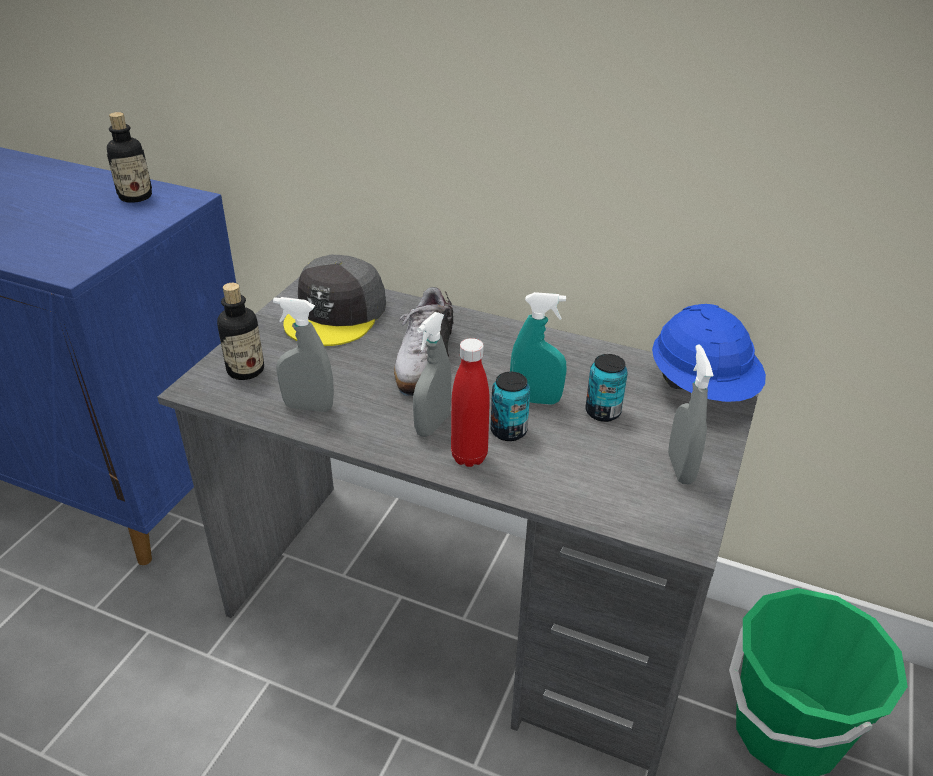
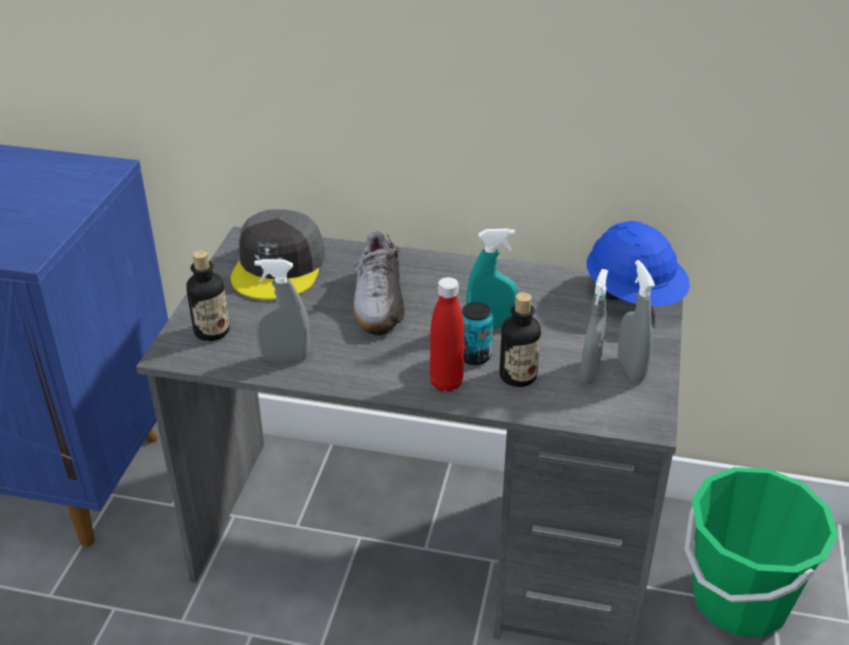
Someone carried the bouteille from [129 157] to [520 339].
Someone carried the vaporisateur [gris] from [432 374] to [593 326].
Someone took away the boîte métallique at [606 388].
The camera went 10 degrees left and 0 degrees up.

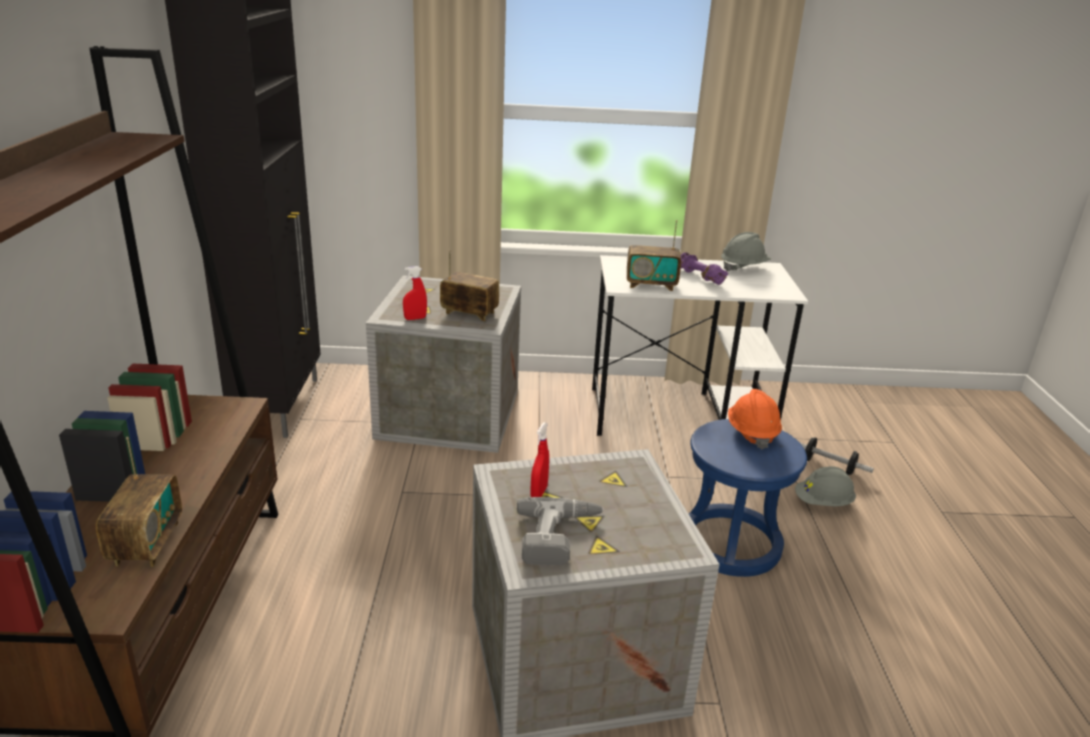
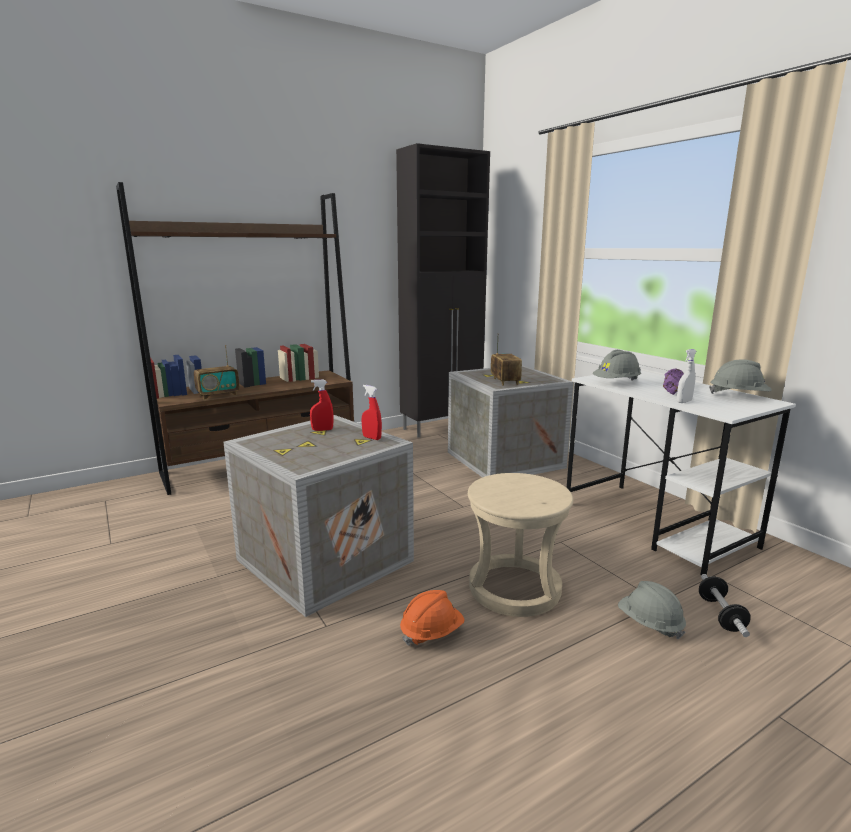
Someone carried the vaporisateur [rouge] from [415 293] to [372 412].
Someone took away the perceuse at [561 531].
Someone swapped the radio at [654 255] for the casque de chantier [gris] at [617 365].
Someone repainted the tabouret [bleu] at [748 498], which became the tabouret [beige] at [520 545].
Someone carried the casque de chantier [orange] from [755 419] to [432 618].
Someone put down the vaporisateur [blanc] at [687 376].
The camera went 60 degrees right and 10 degrees down.

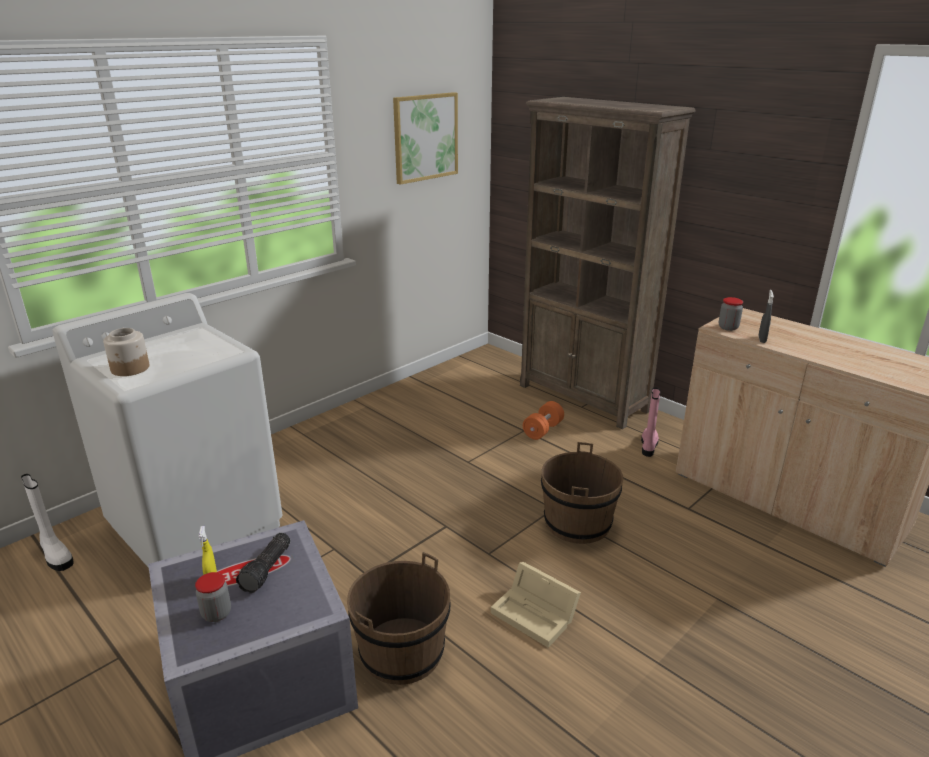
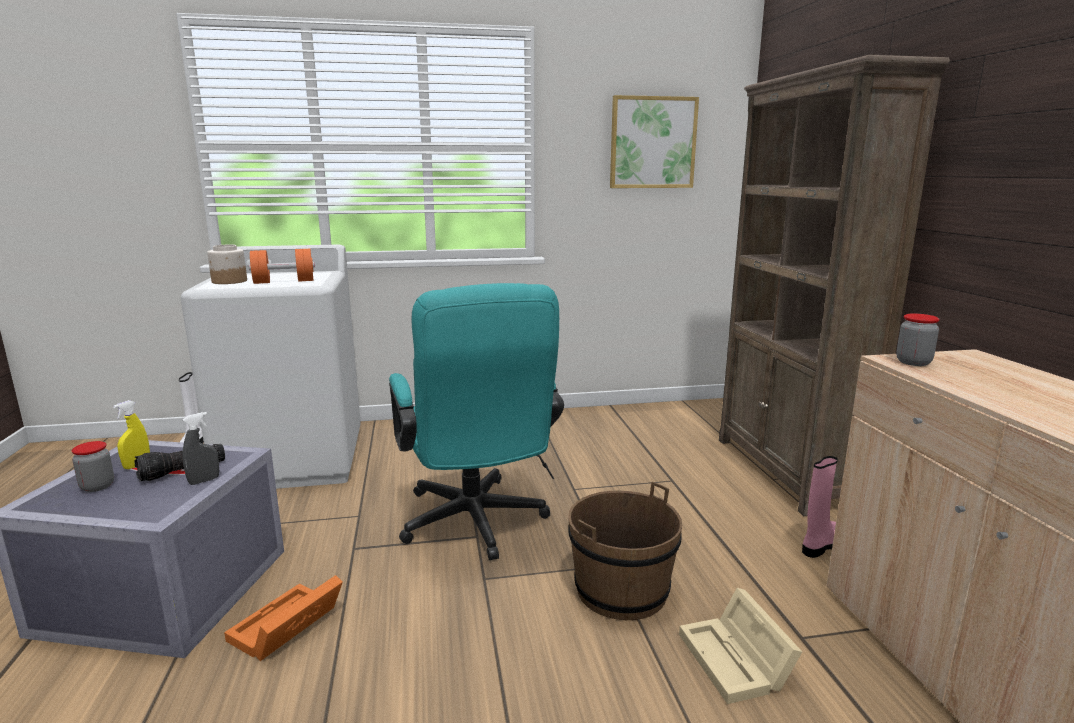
Someone swapped the seau [marron] at [399 618] for the boîte de rangement [orange] at [283 618].
Someone carried the boîte de rangement [beige] from [536 605] to [740 646].
Someone carried the haltère [orange] from [543 420] to [282 266].
Someone carried the vaporisateur [gris] from [766 316] to [200 448].
Someone put down the chaise de bureau [turquoise] at [476 421].
The camera went 35 degrees right and 10 degrees down.

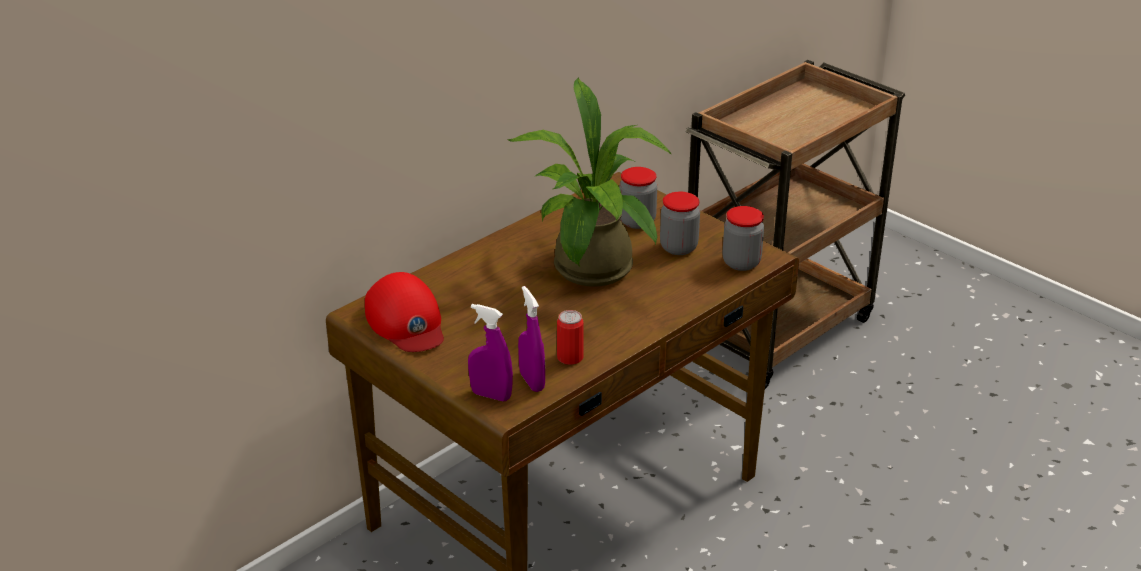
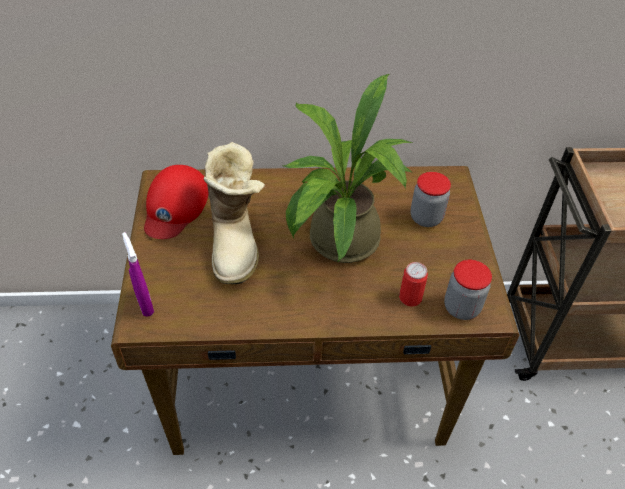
Someone took away the vaporisateur [violet] at [531 339].
Someone carried the boîte métallique from [570 337] to [413 284].
Someone took away the bocal at [680 223].
Someone put down the botte at [234 213].
The camera went 40 degrees right and 15 degrees up.

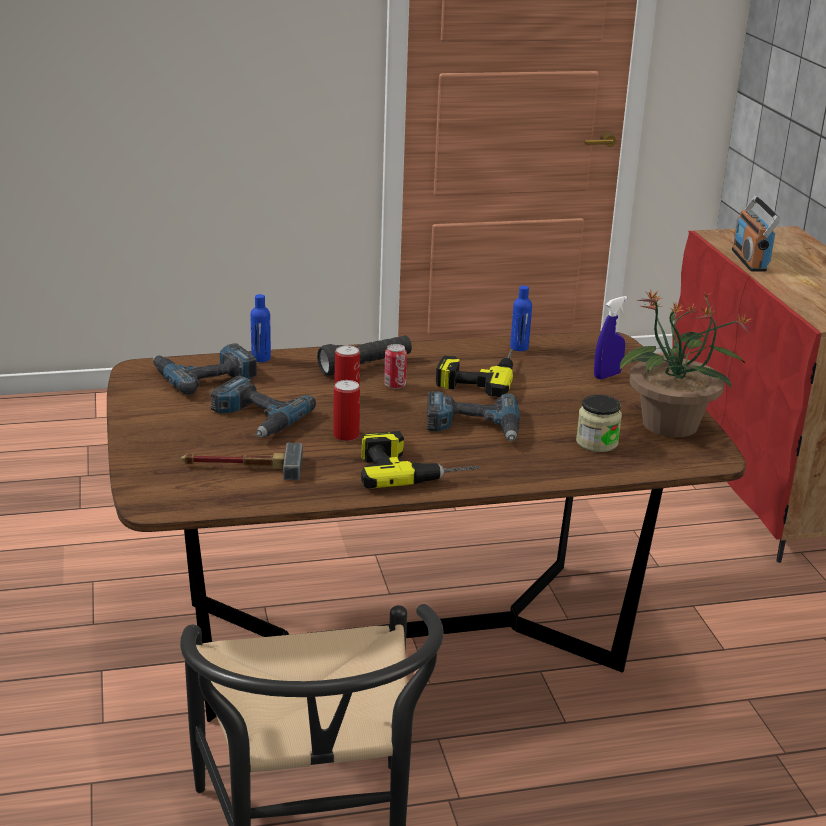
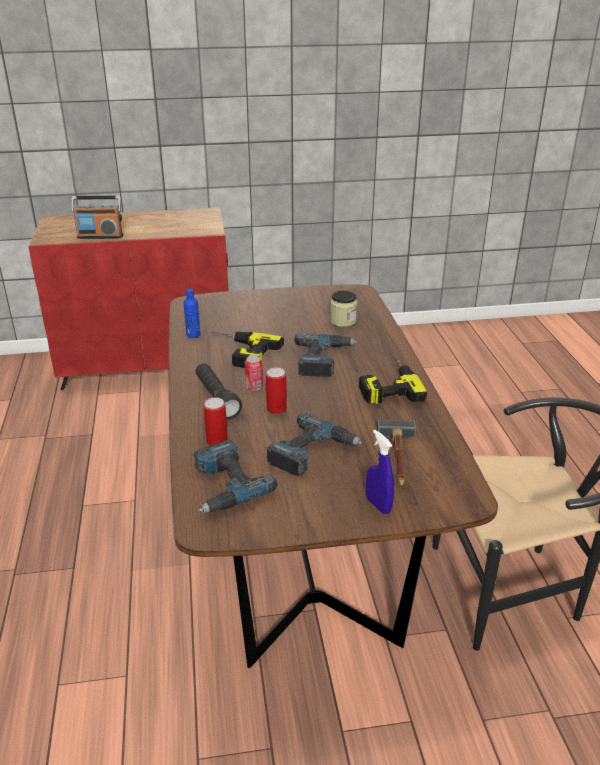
Someone took away the bouteille [bleu] at [261 328].
Someone carried the boîte métallique from [346 410] to [216 421].
Someone carried the vaporisateur [bleu] from [610 337] to [380 472].
Someone took away the plante en pot at [685 364].
The camera went 85 degrees left and 5 degrees up.

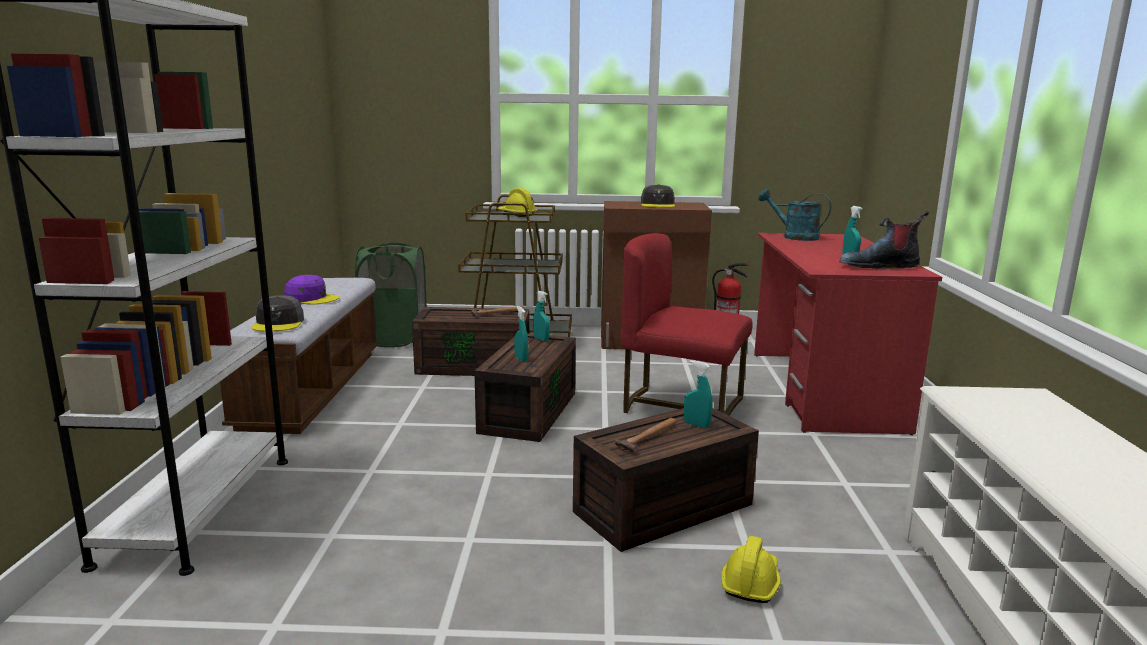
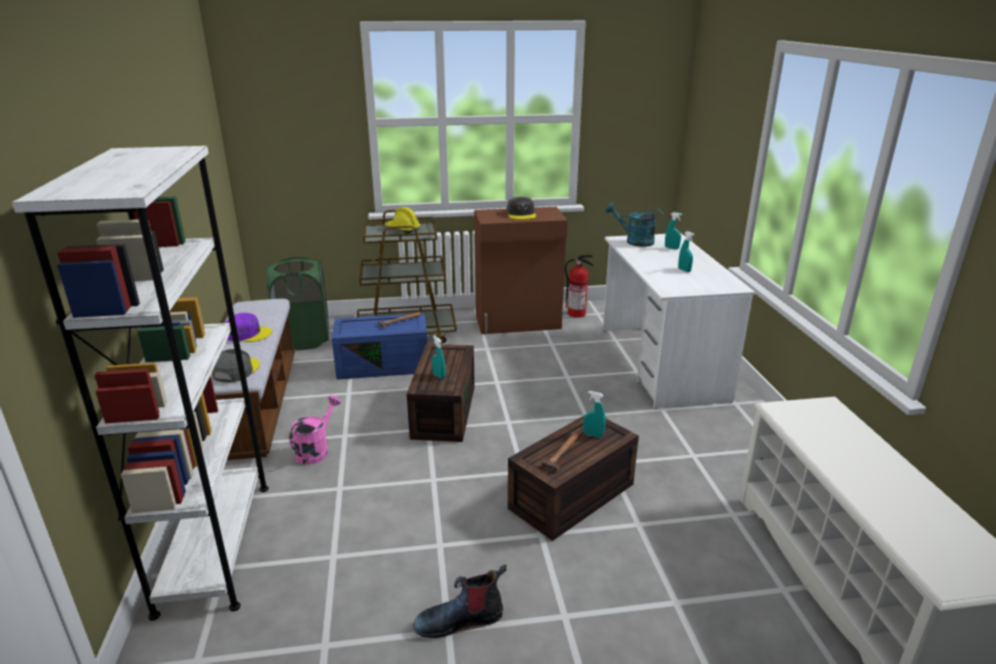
Someone rotated the casquette [gris] at [278 313] by 150 degrees counterclockwise.
Someone repainted the boîte de rangement [marron] at [471 341], which became the boîte de rangement [bleu] at [379 346].
Someone carried the vaporisateur [turquoise] from [541 316] to [673 230].
Someone took away the chaise [rouge] at [686 324].
Someone took away the casque de chantier [jaune] at [751 569].
Someone repainted the bureau [rouge] at [848 334], which became the bureau [blanc] at [679 321].
Someone carried the botte from [884 240] to [460 601].
Someone put down the arrosoir [rose] at [315 430].
The camera went 10 degrees left and 10 degrees up.

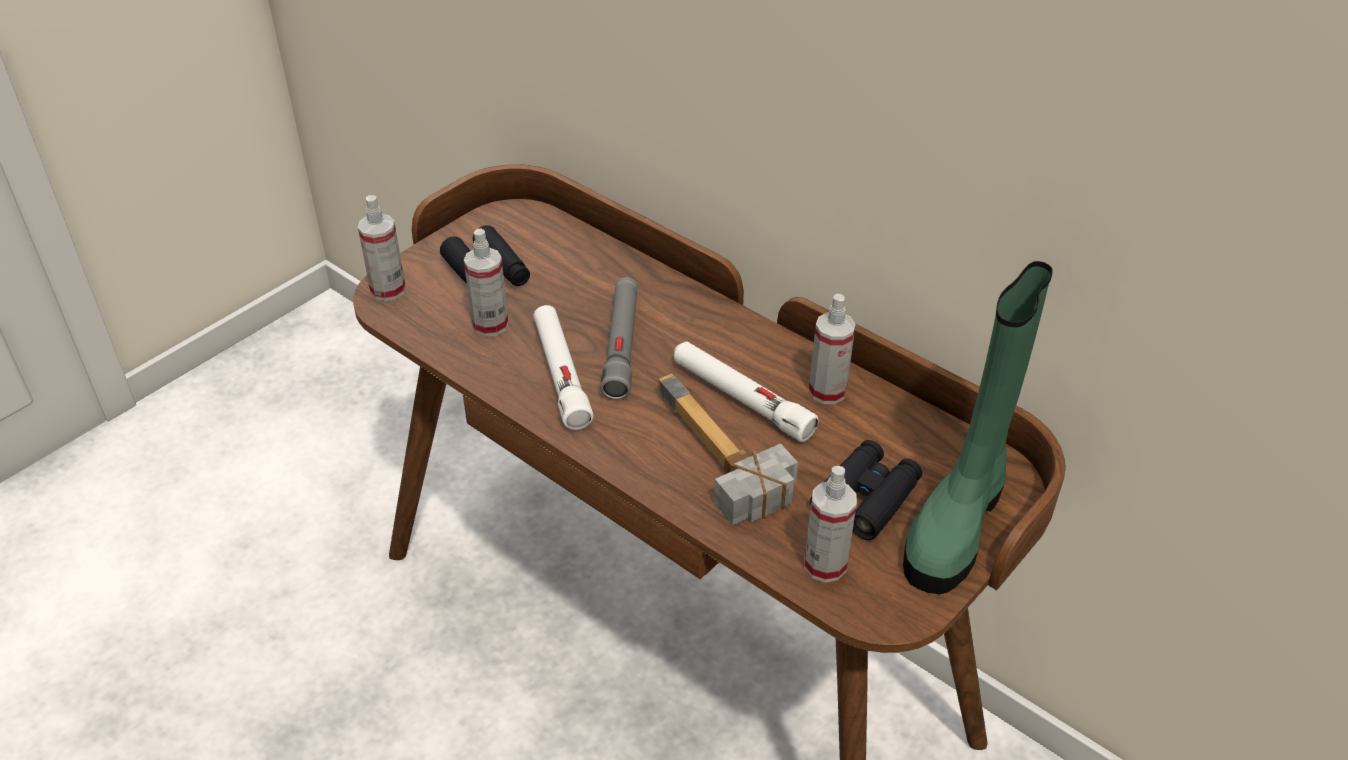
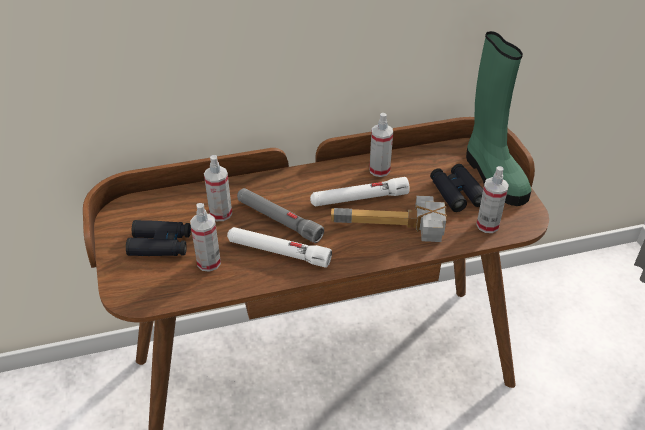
Someone carried the vaporisateur from [382 248] to [218 188].
The camera went 55 degrees left and 0 degrees up.

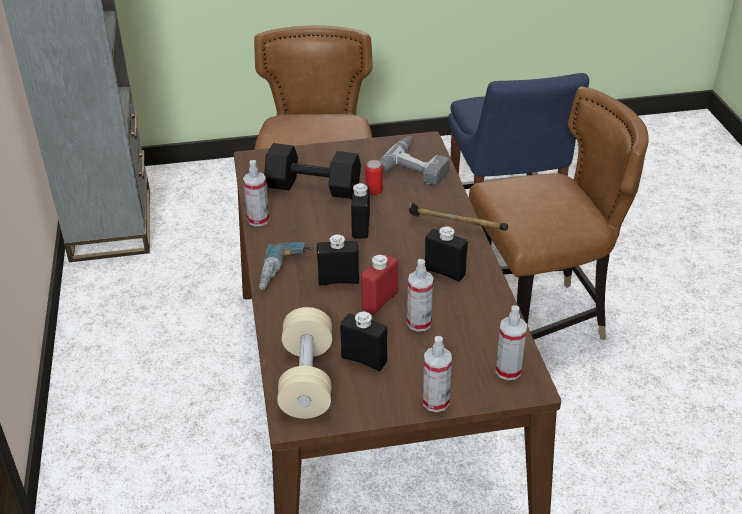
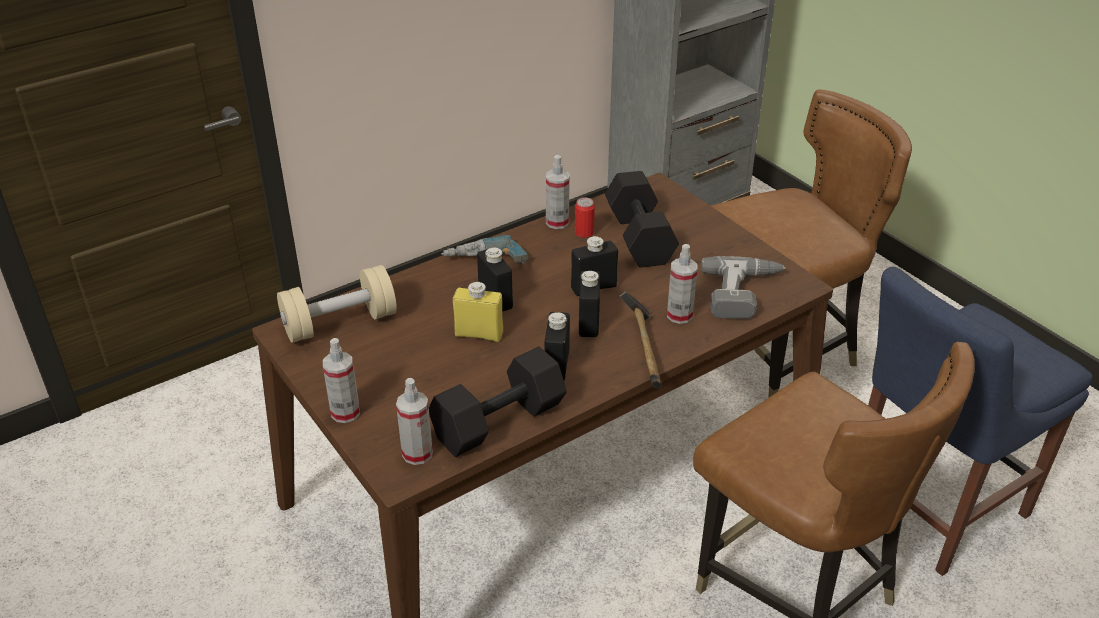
Someone carried the bouteille [noir] from [363 341] to [589 304].
Someone repainted the bouteille [rouge] at [379 284], which became the bouteille [jaune] at [478 311].
Someone carried the boîte métallique from [374 177] to [585 217].
Someone carried the vaporisateur from [420 295] to [682 284].
Someone put down the haltère [noir] at [498 401].
The camera went 65 degrees right and 0 degrees up.

